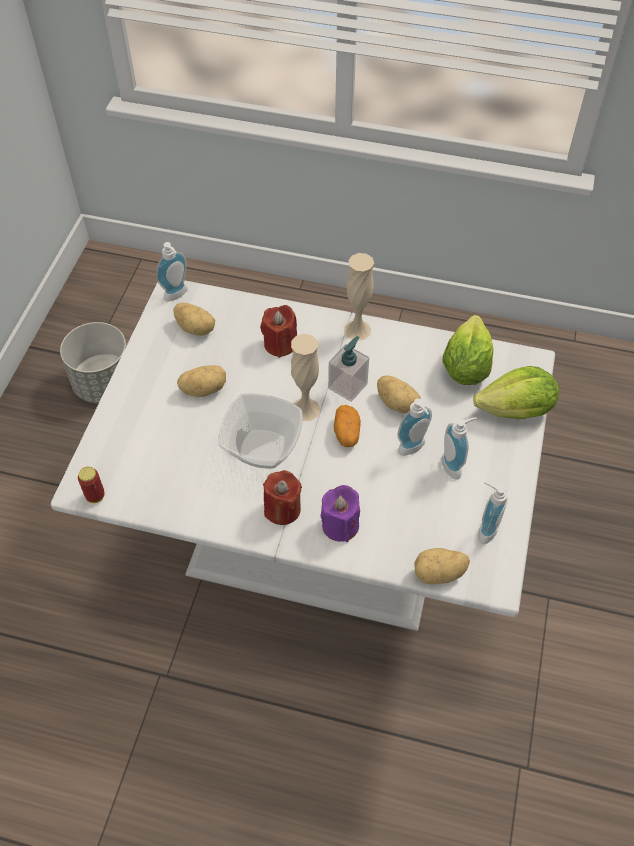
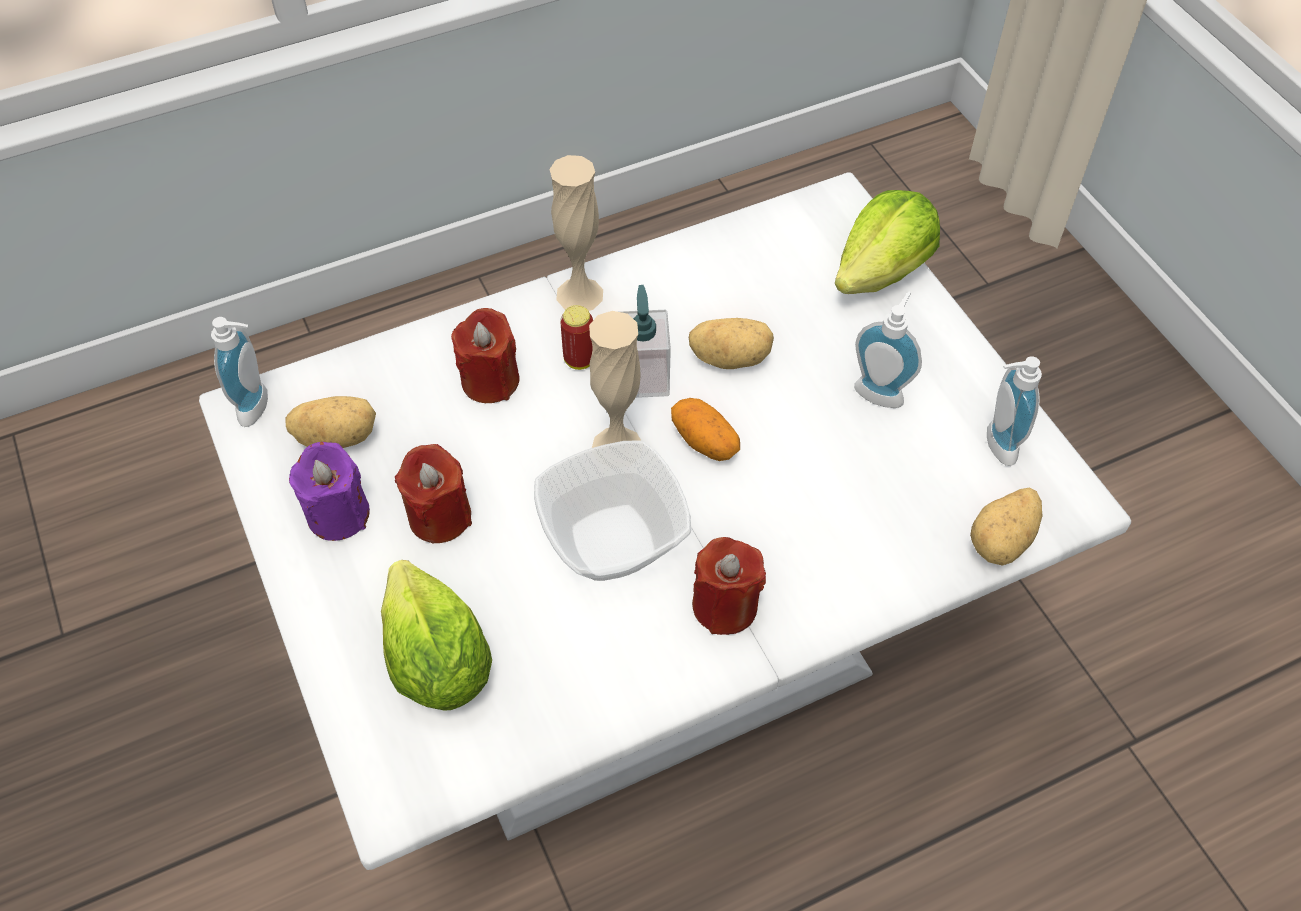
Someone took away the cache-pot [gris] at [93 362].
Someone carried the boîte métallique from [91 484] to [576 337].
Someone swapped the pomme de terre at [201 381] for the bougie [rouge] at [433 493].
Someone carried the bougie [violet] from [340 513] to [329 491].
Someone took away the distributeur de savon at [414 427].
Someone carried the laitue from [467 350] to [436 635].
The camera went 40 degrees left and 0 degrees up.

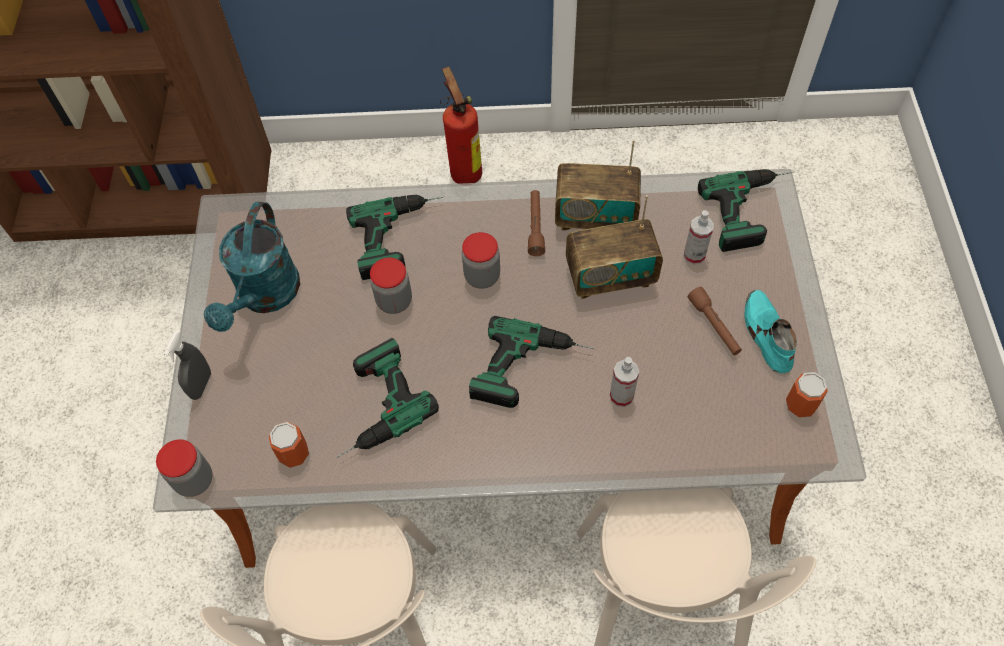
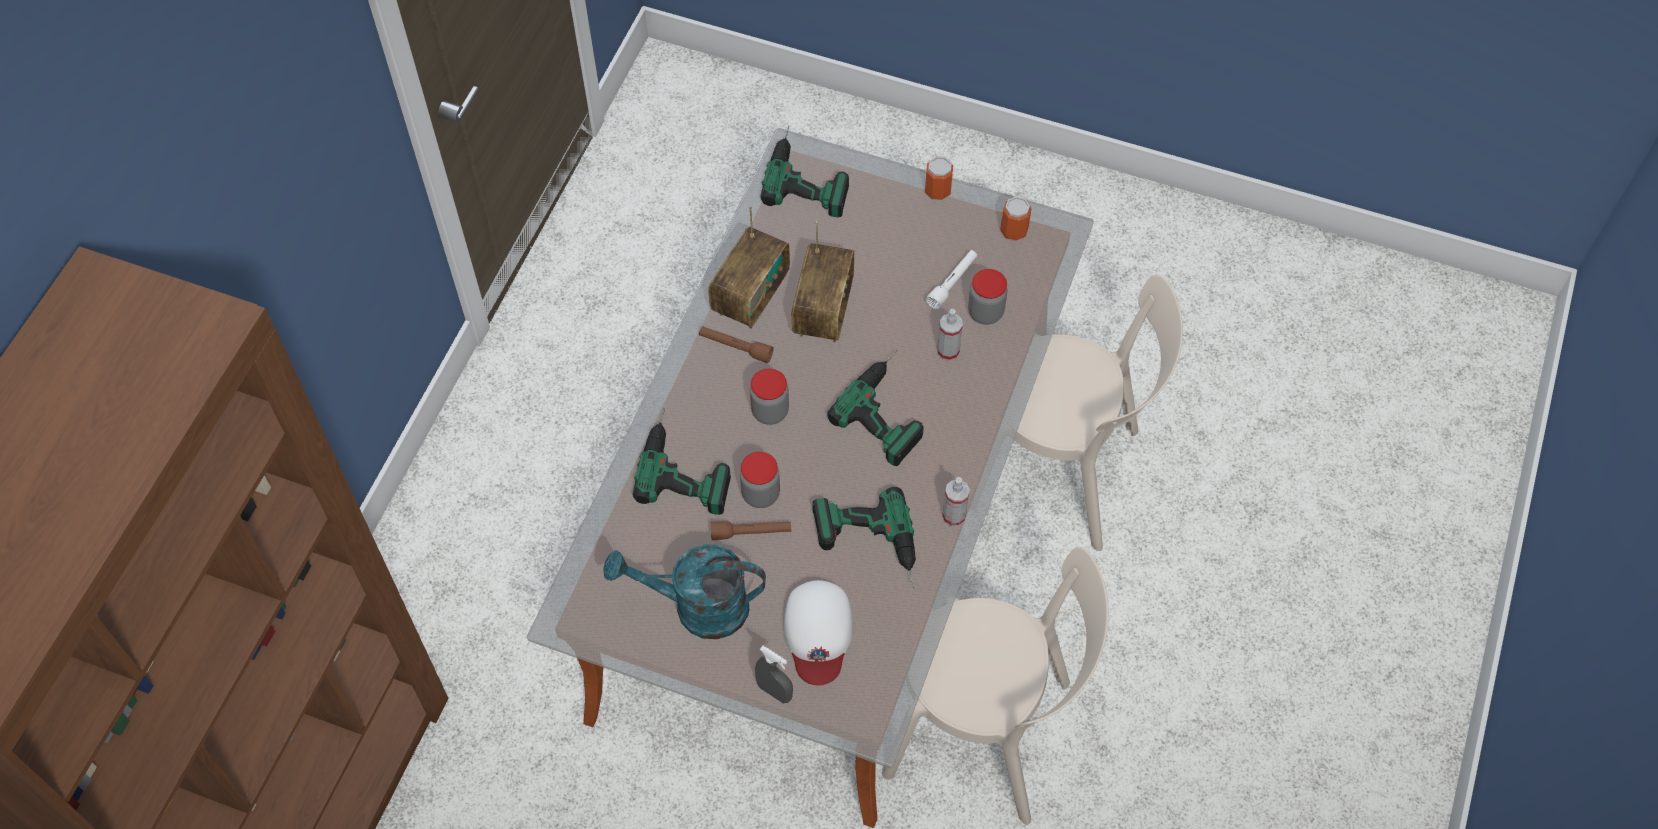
Someone carried the bocal from [184 468] to [987 297].
Someone rotated the arrosoir [turquoise] at [252 266] by 150 degrees clockwise.
Someone carried the boîte métallique from [289 445] to [939 178].
Someone took away the extincteur at [461 125].
Someone carried the vaporisateur from [698 237] to [956 501].
Someone carried the lampe de poche [marron] from [715 321] to [751 530].
Someone took away the chaussure [turquoise] at [770 331].
Someone put down the casquette [blanc] at [818 632].
Someone put down the lampe de poche [blanc] at [951 280].
The camera went 70 degrees left and 0 degrees up.

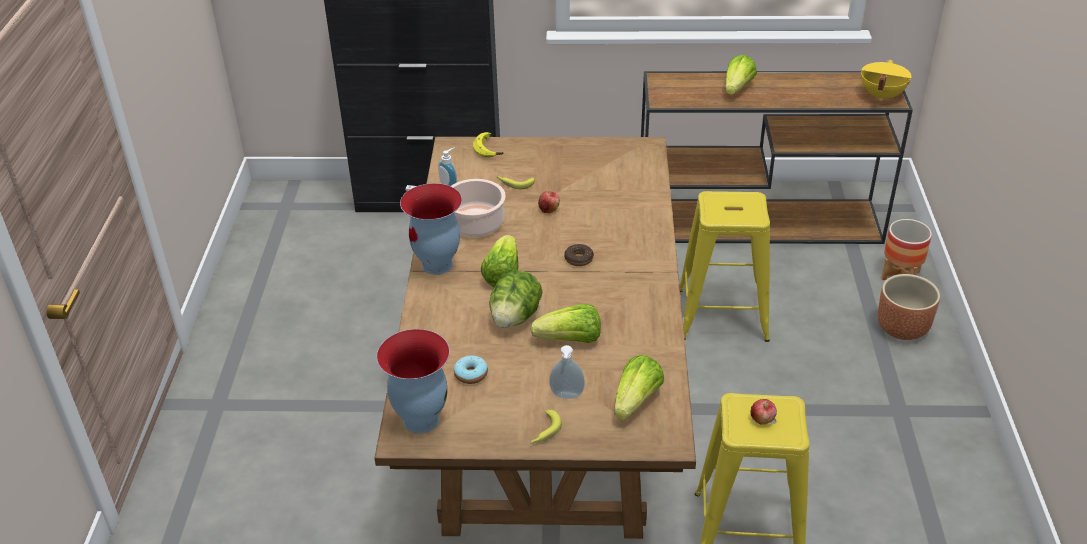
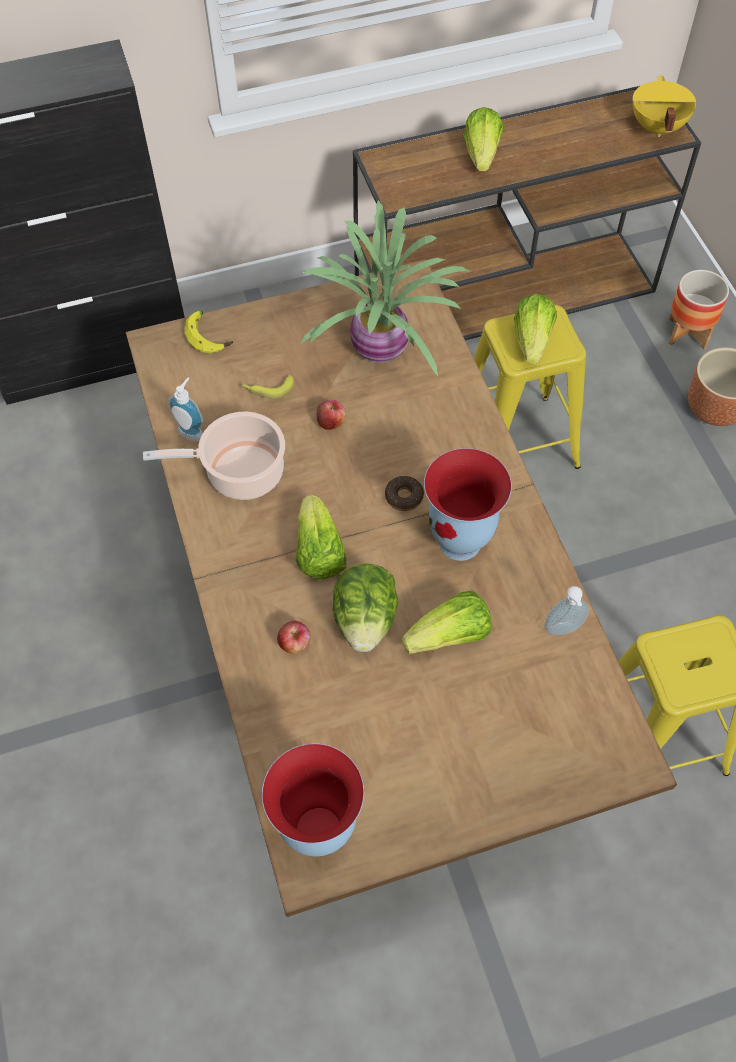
Someone carried the vase from [431 229] to [468 504].
Someone took away the beignet at [471 369].
Someone took away the banane at [546 427].
Someone carried the distributeur de savon from [567 372] to [566 610].
Someone carried the laitue from [639 387] to [535 329].
Someone carried the pomme from [763 412] to [293 637].
Someone put down the plante en pot at [385 288].
The camera went 20 degrees left and 20 degrees up.

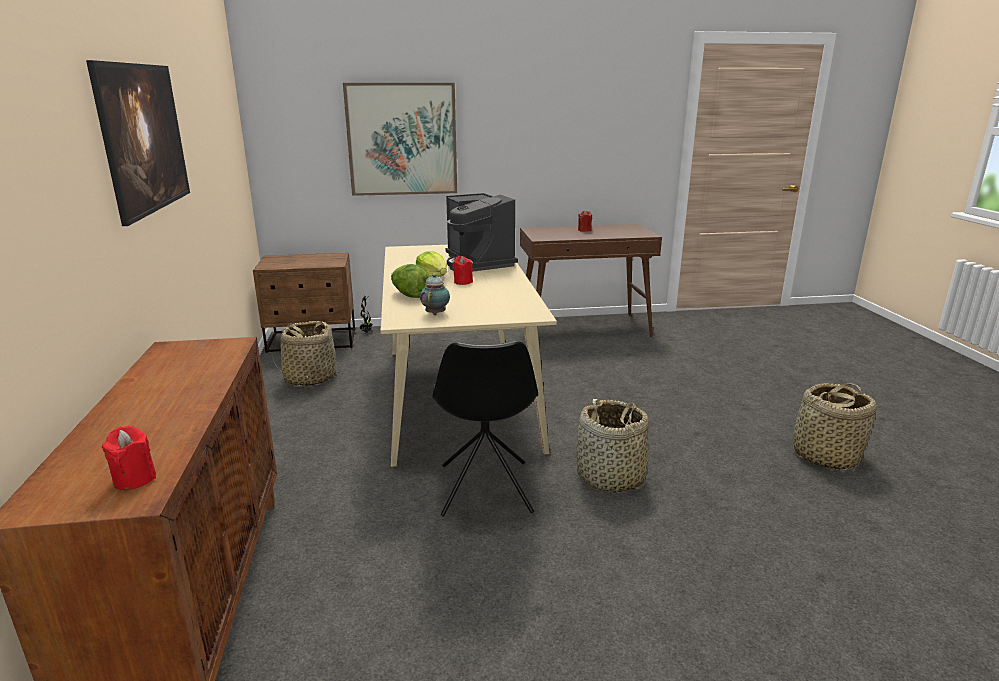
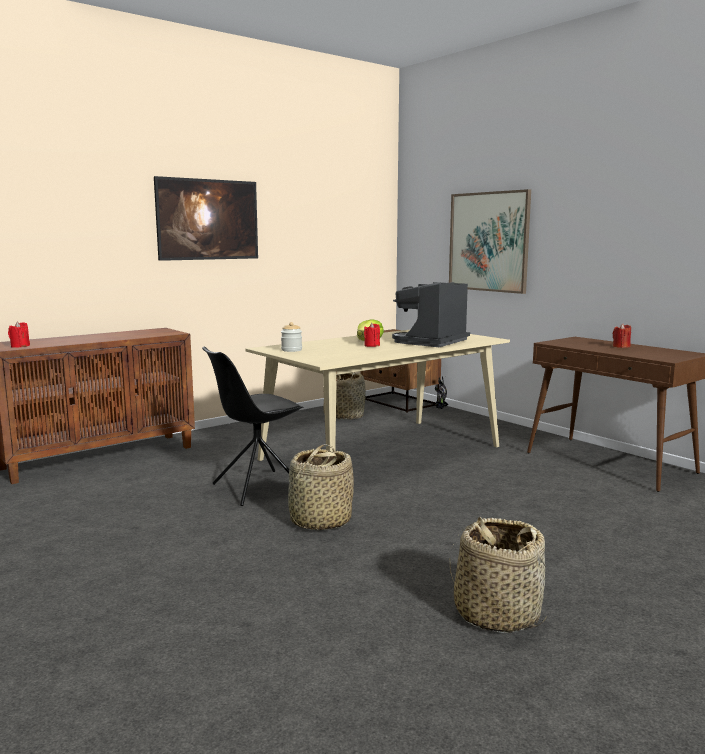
Someone took away the laitue at [410 281].
Someone swapped the théière at [435 294] for the bocal at [291 337].
The camera went 60 degrees right and 10 degrees down.

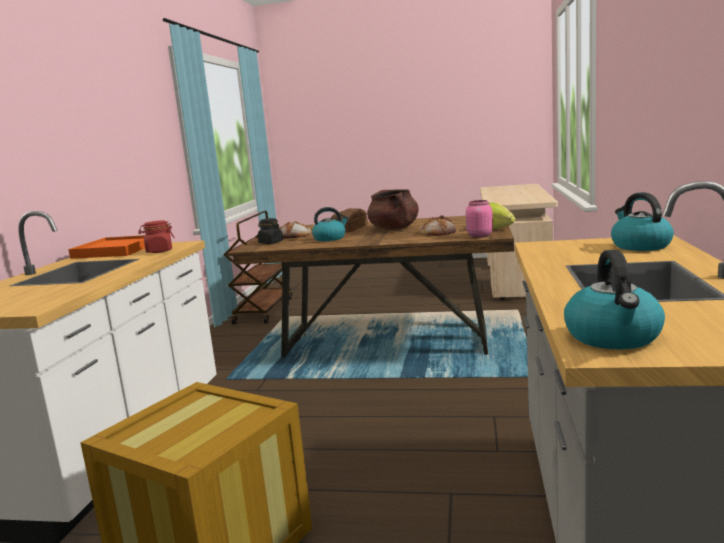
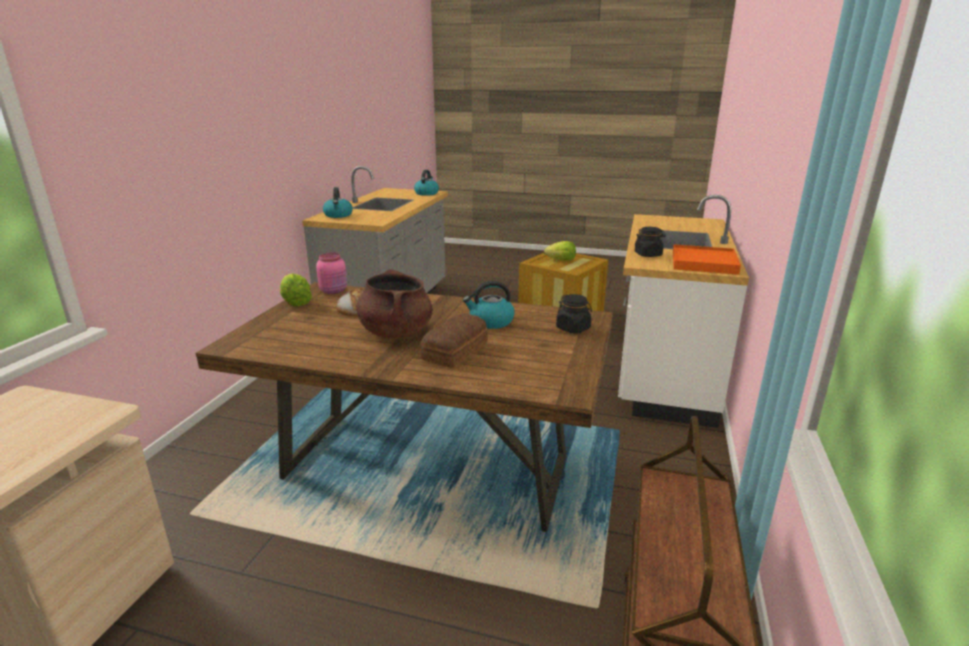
Someone repainted the bocal [rouge] at [156 236], which became the bocal [noir] at [650 242].
Someone took away the pain at [295 230].
Someone put down the laitue at [560 251].
The camera went 175 degrees left and 10 degrees up.

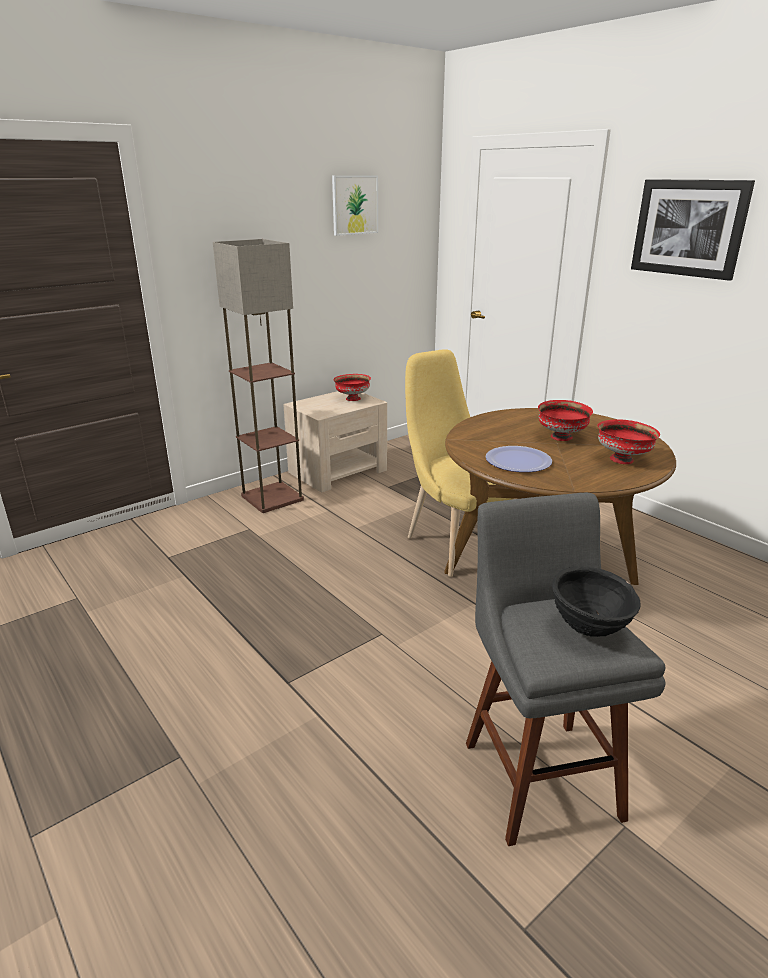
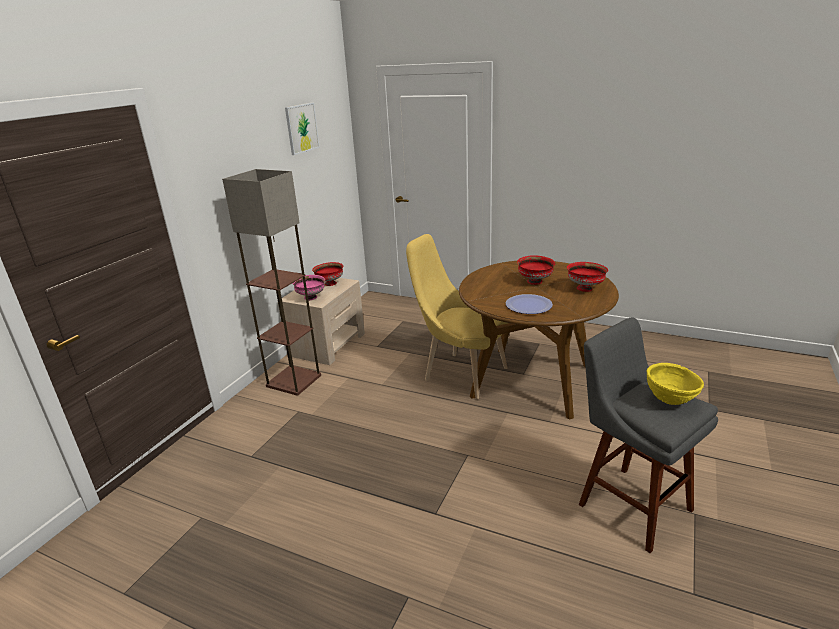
Someone repainted the bol [noir] at [596 601], which became the bol [jaune] at [675 384].
Someone took away the tableau at [693 230].
Someone put down the bol [rose] at [308 287].
The camera went 25 degrees left and 0 degrees up.

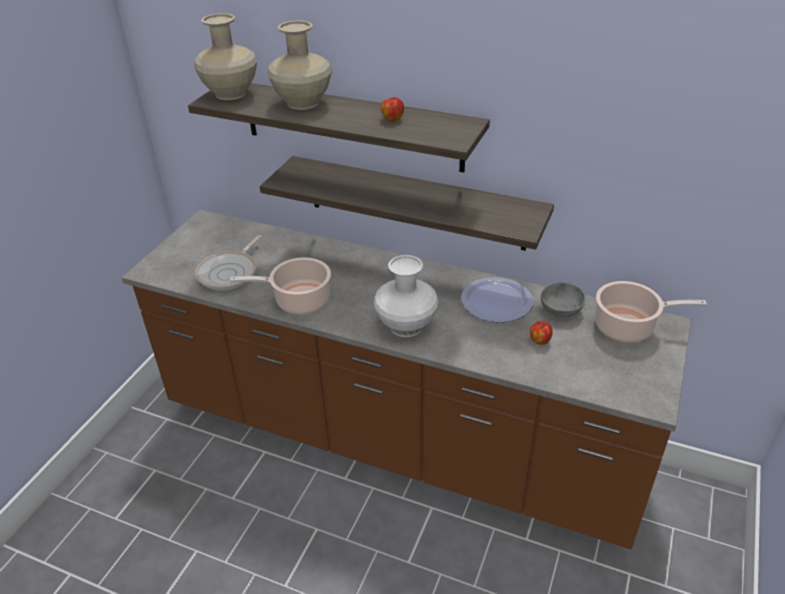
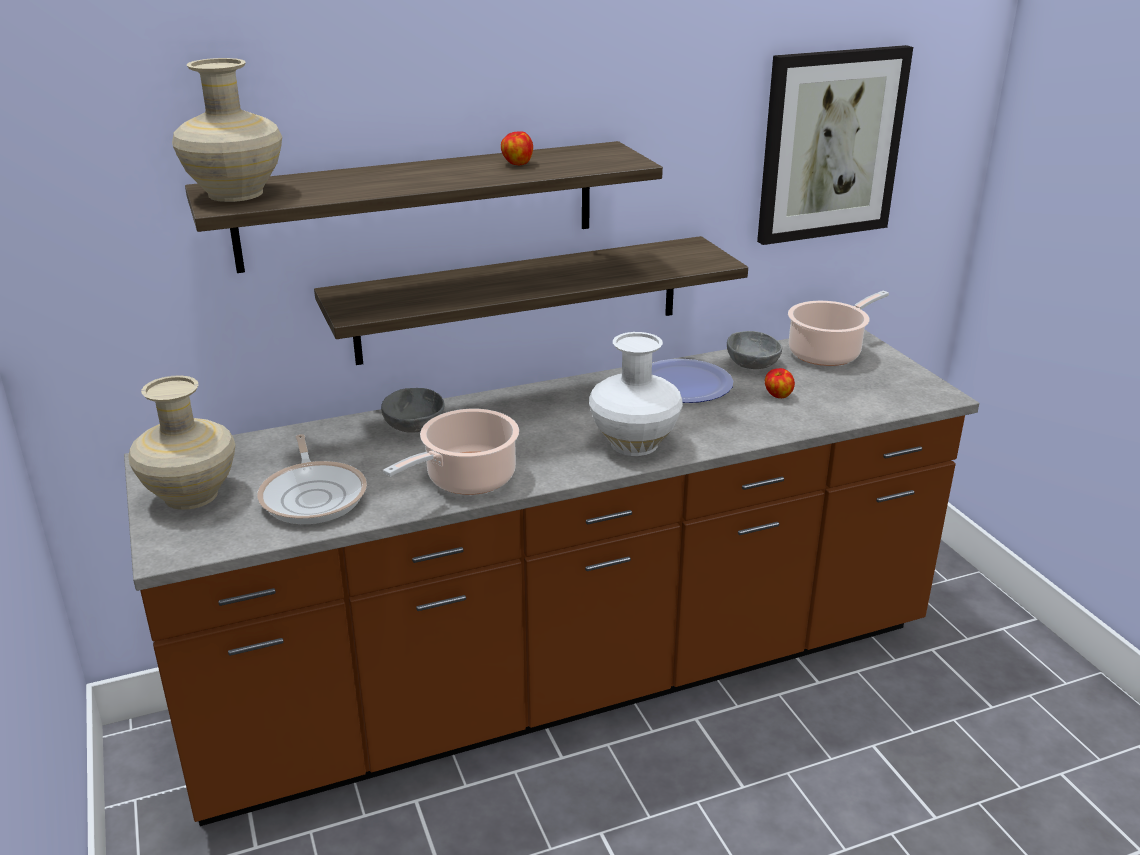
Someone carried the vase [beige] from [300 65] to [181 442].
Someone put down the bol [gris] at [413 410].
Someone put up the tableau at [835 145].
The camera went 45 degrees left and 10 degrees down.

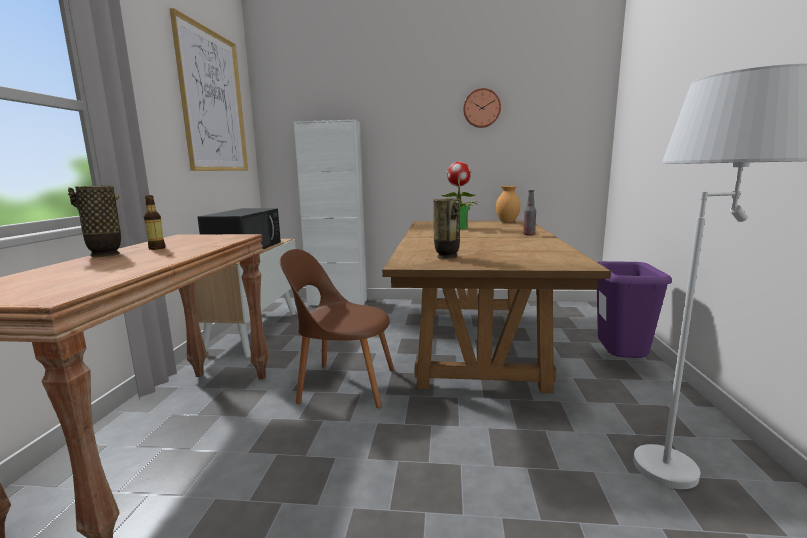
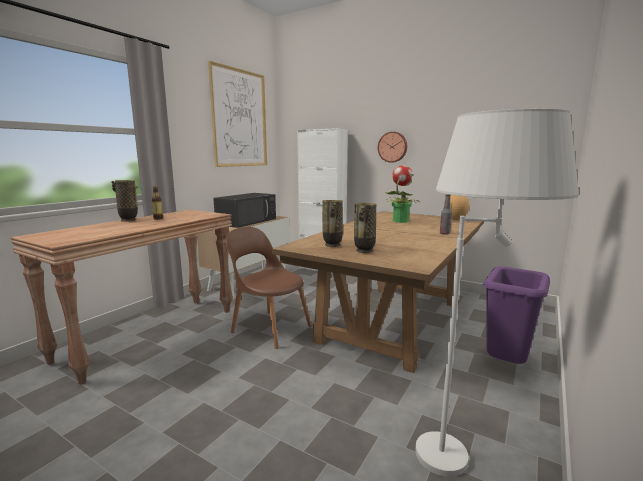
Someone carried the horloge murale from [482 108] to [392 147].
Someone put down the vase at [365 228].
The camera went 25 degrees right and 0 degrees up.

